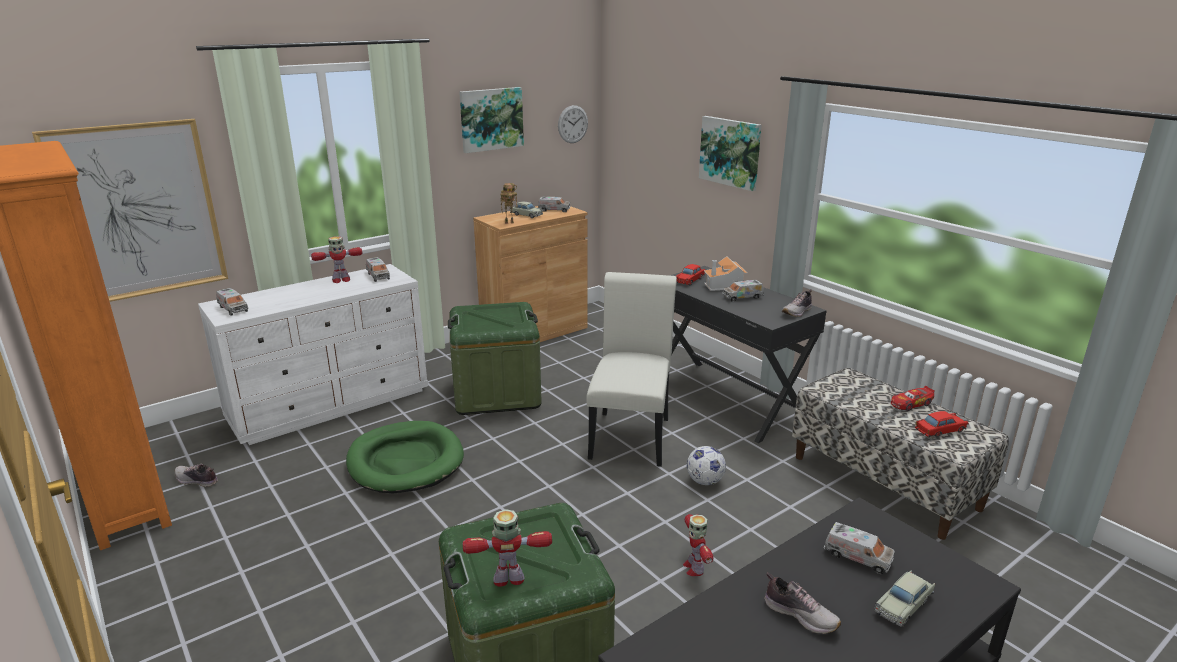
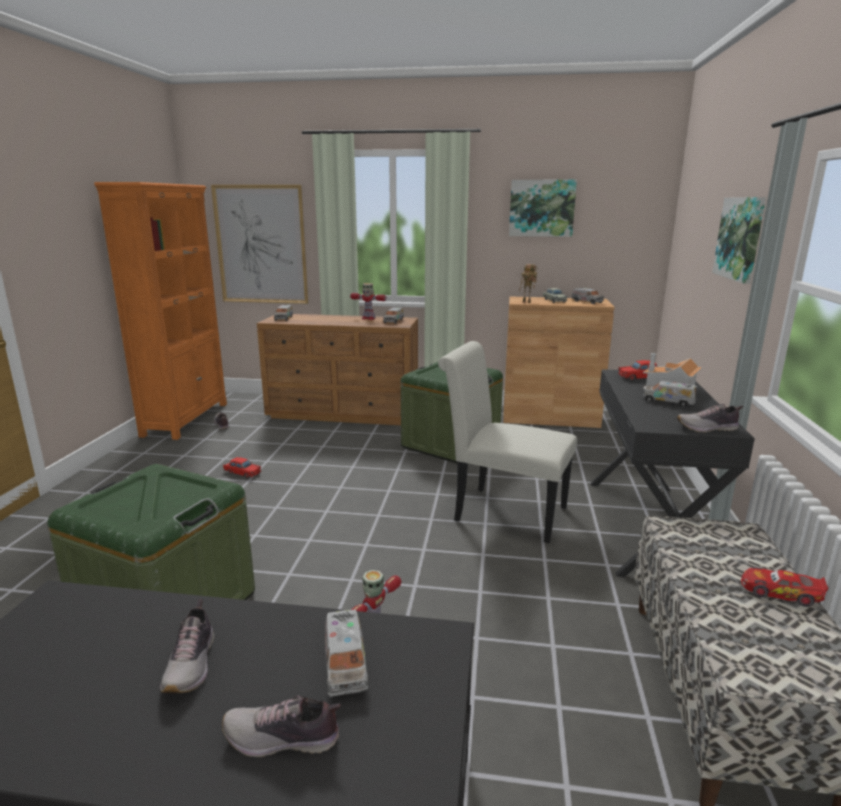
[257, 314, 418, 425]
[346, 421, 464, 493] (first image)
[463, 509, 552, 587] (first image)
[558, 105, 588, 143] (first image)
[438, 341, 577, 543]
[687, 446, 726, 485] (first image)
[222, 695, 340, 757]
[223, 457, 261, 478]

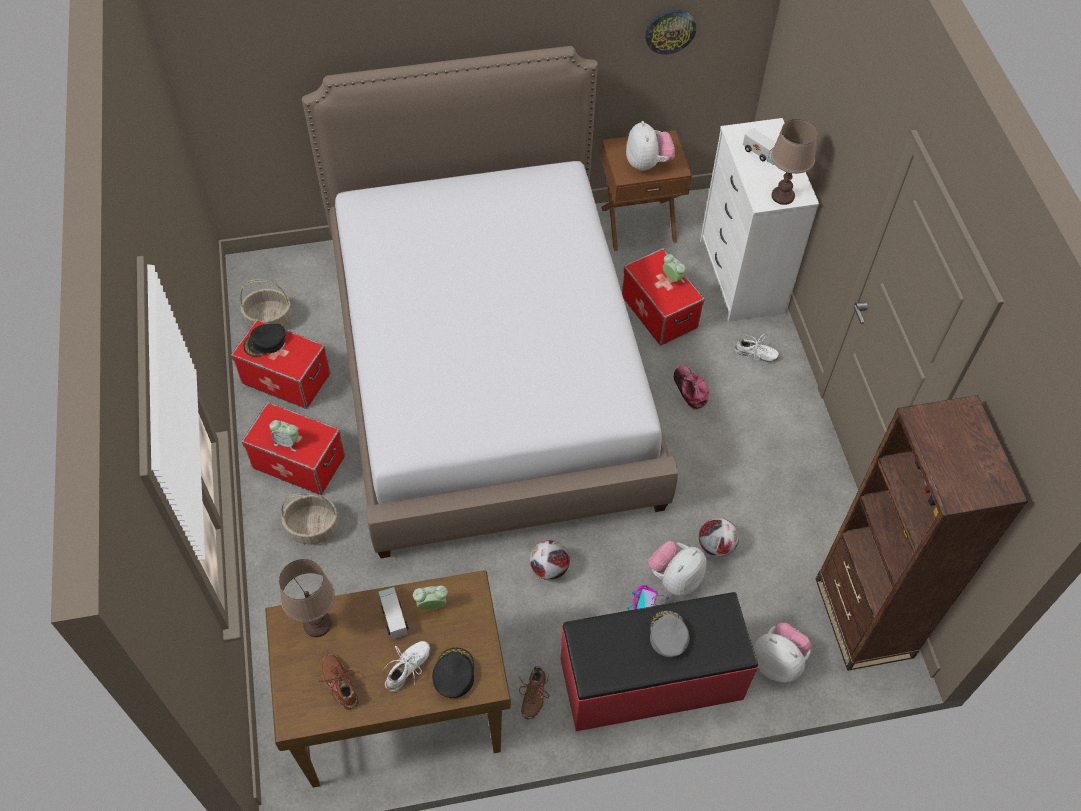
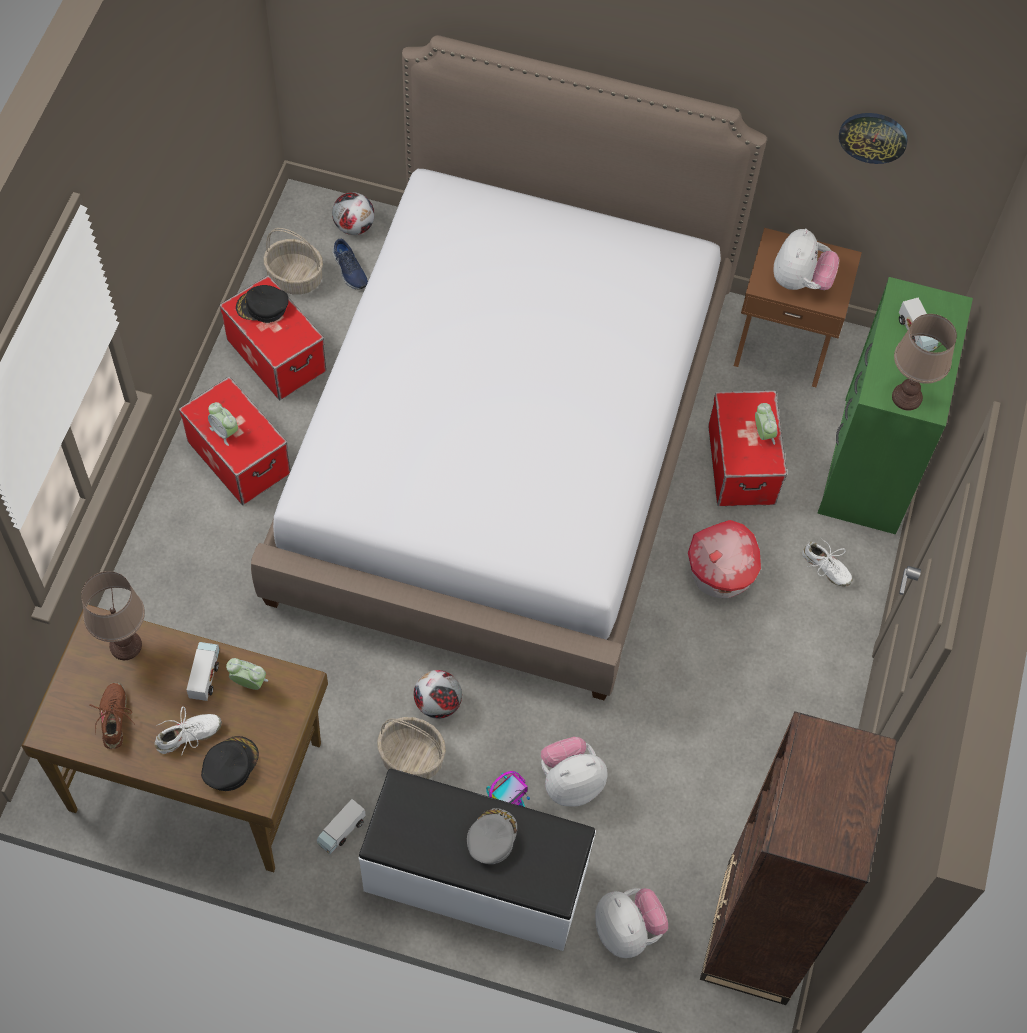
[377, 717, 446, 779]
[317, 799, 366, 855]
[359, 769, 596, 951]
[688, 520, 761, 598]
[332, 192, 375, 235]
[818, 277, 973, 534]
[332, 239, 368, 290]

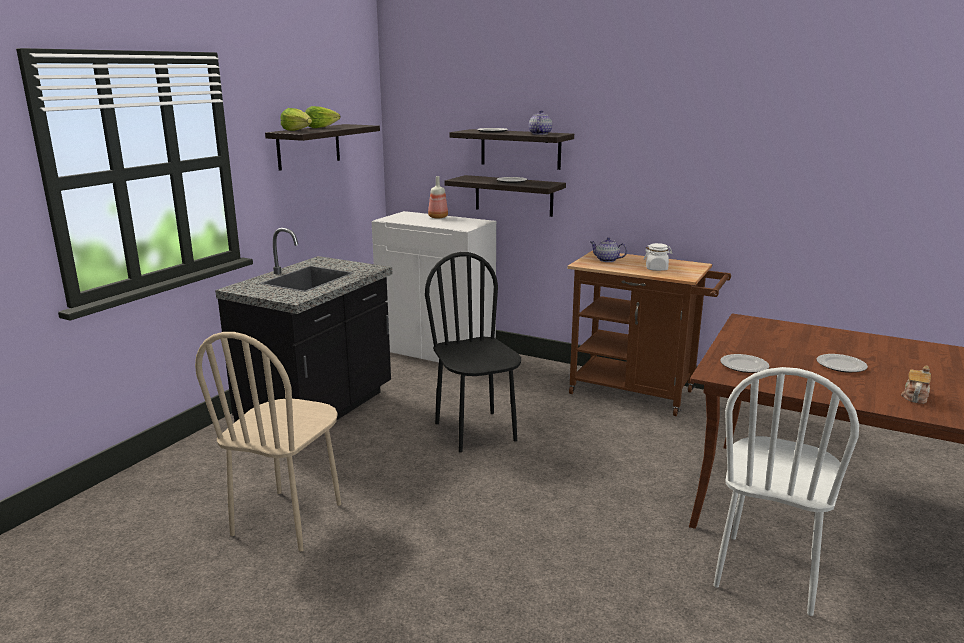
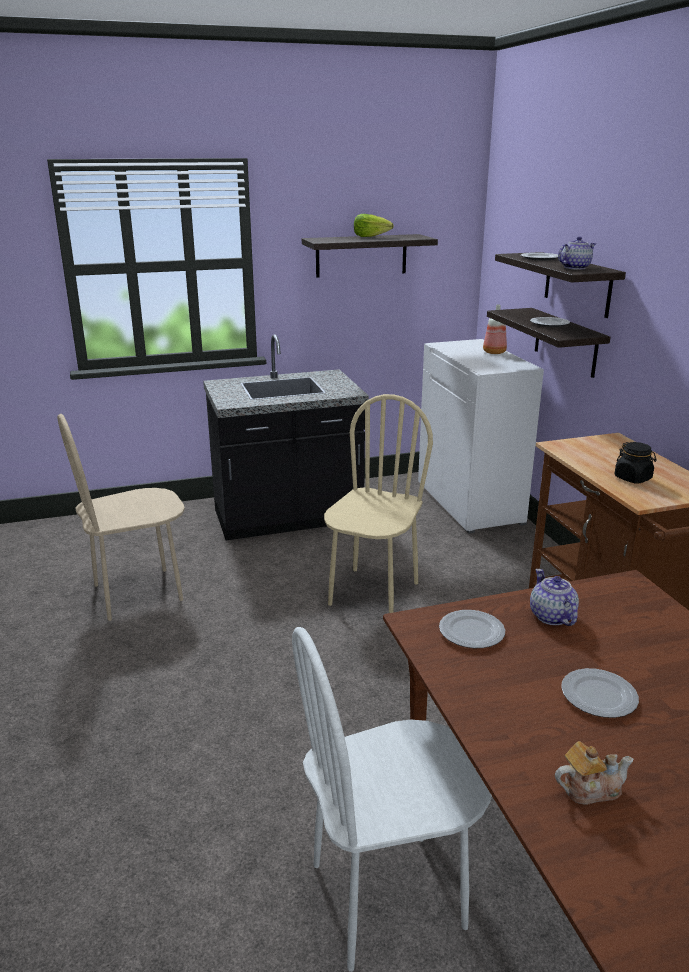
[281, 108, 312, 131] (first image)
[324, 394, 433, 613]
[530, 569, 579, 626]
[614, 442, 657, 484]

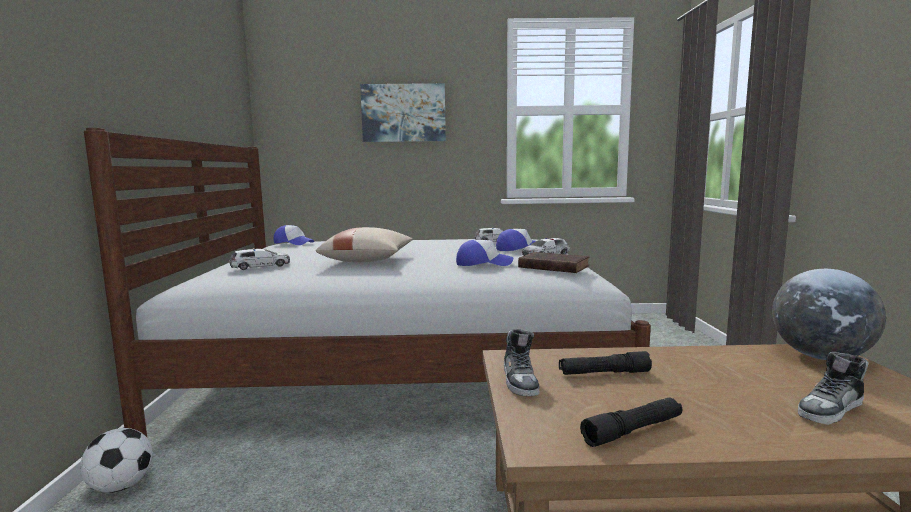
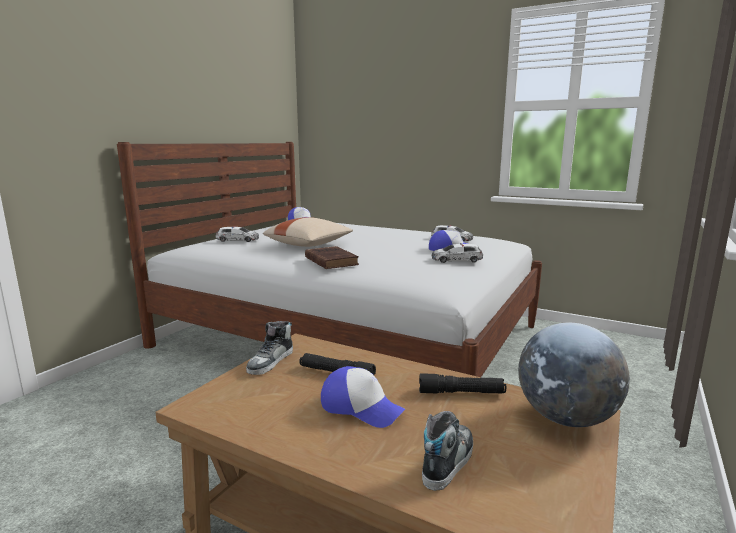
[80, 428, 153, 493] (first image)
[360, 83, 446, 142] (first image)
[321, 366, 405, 428]
[305, 246, 359, 269]
[419, 373, 506, 394]
[422, 411, 473, 491]

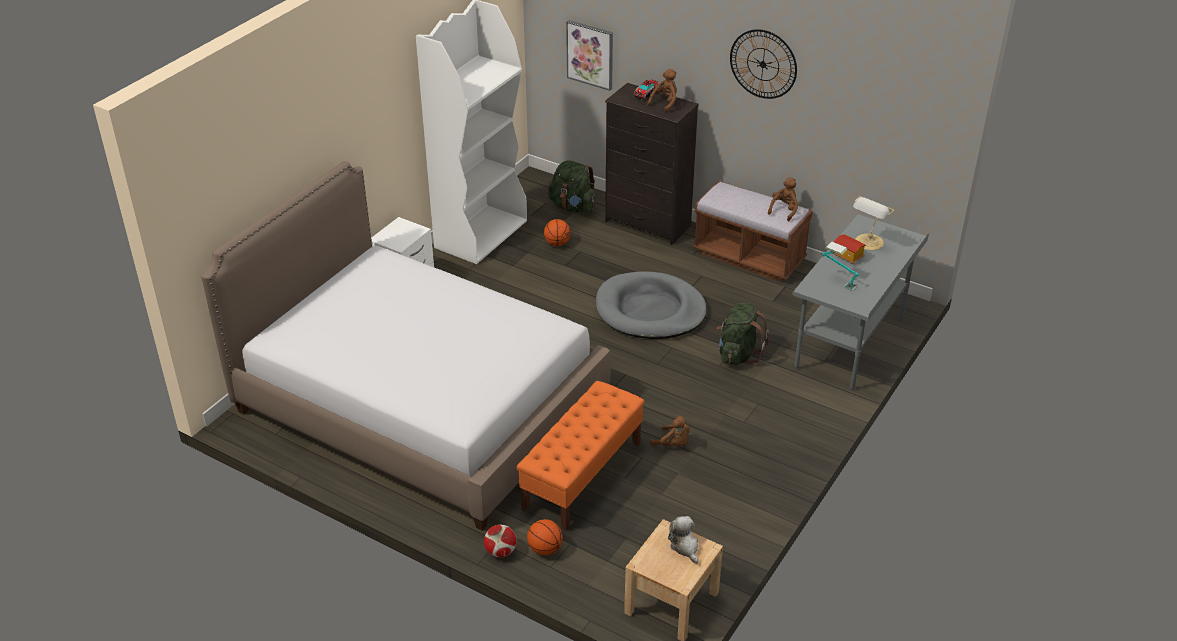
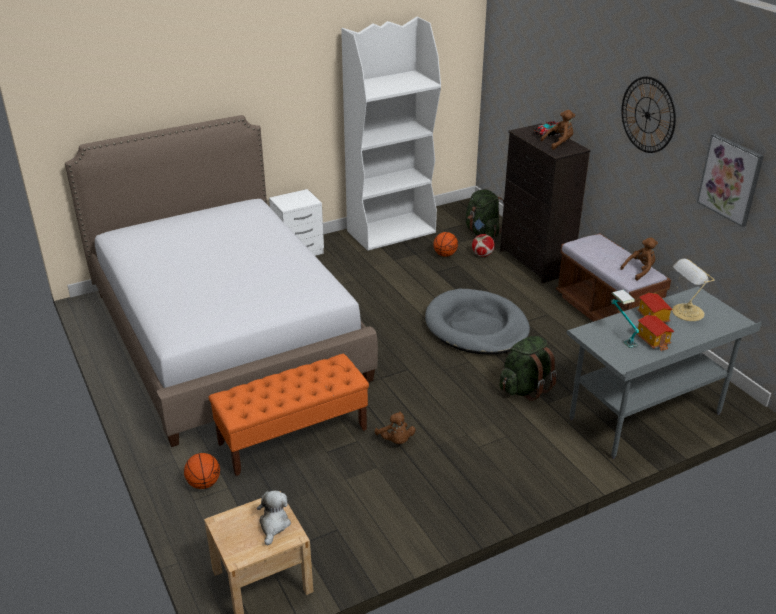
[472, 234, 495, 257]
[697, 134, 764, 227]
[637, 315, 674, 351]

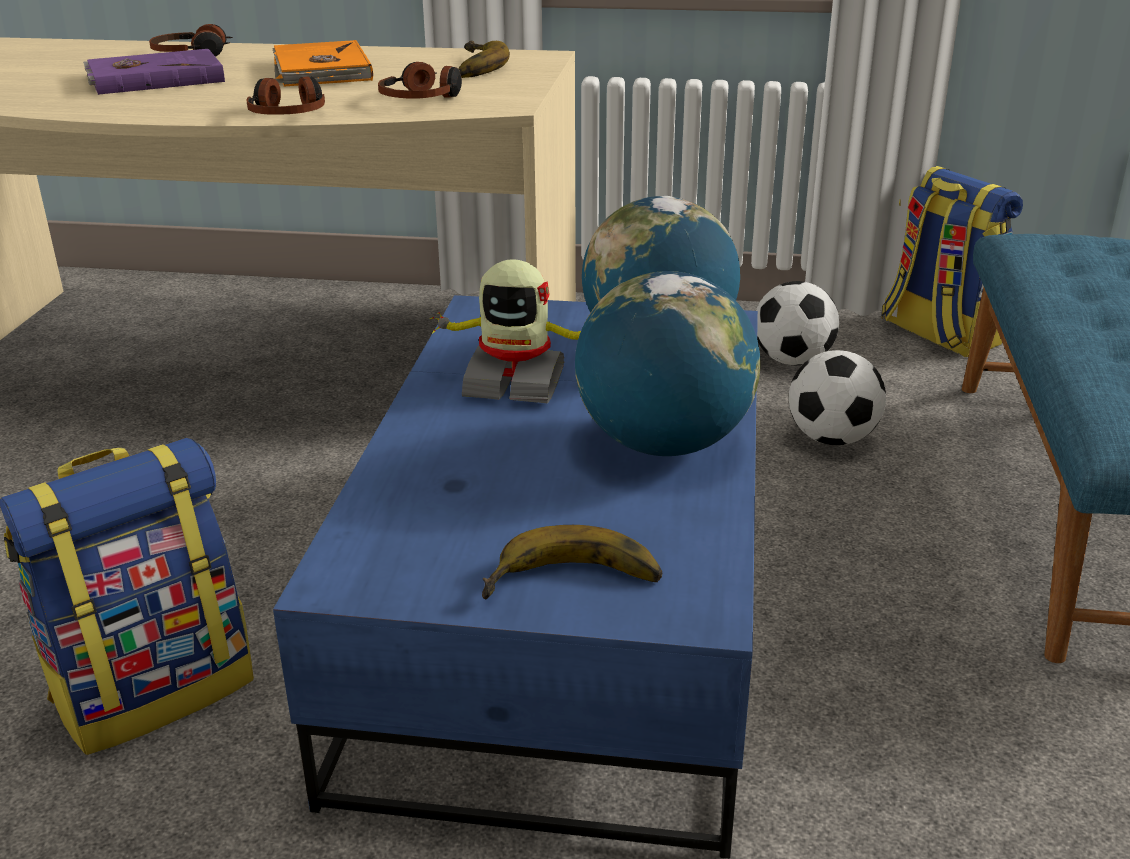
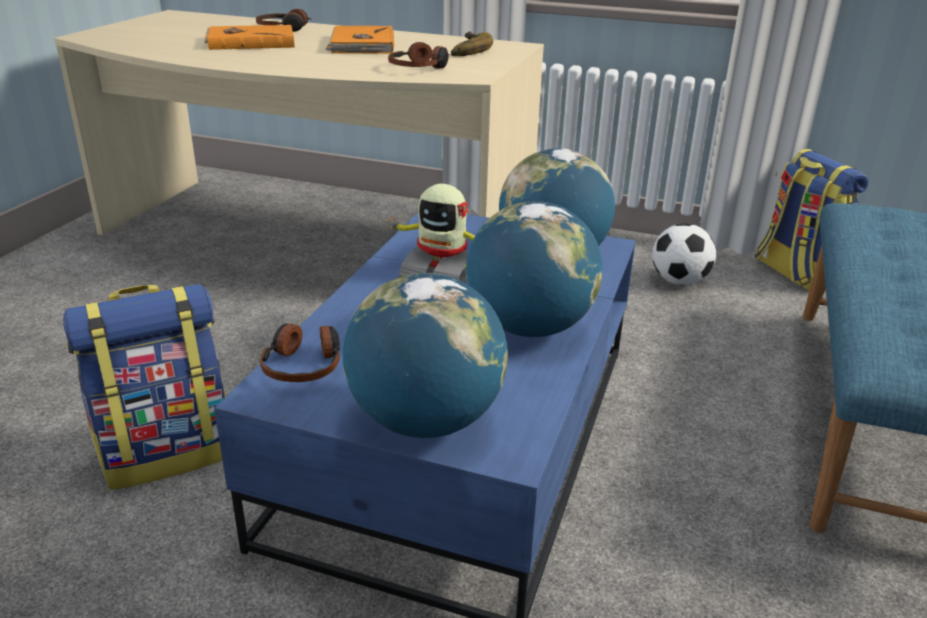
[204, 25, 295, 50]
[260, 324, 340, 382]
[343, 273, 508, 438]
[789, 350, 886, 445] (first image)

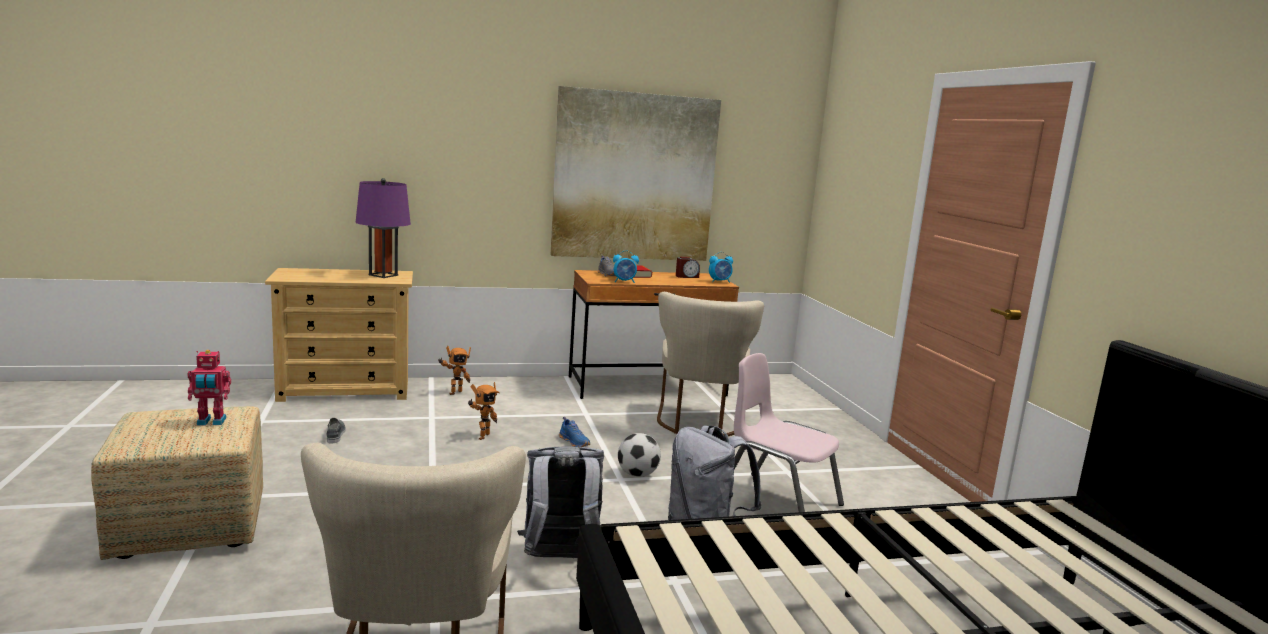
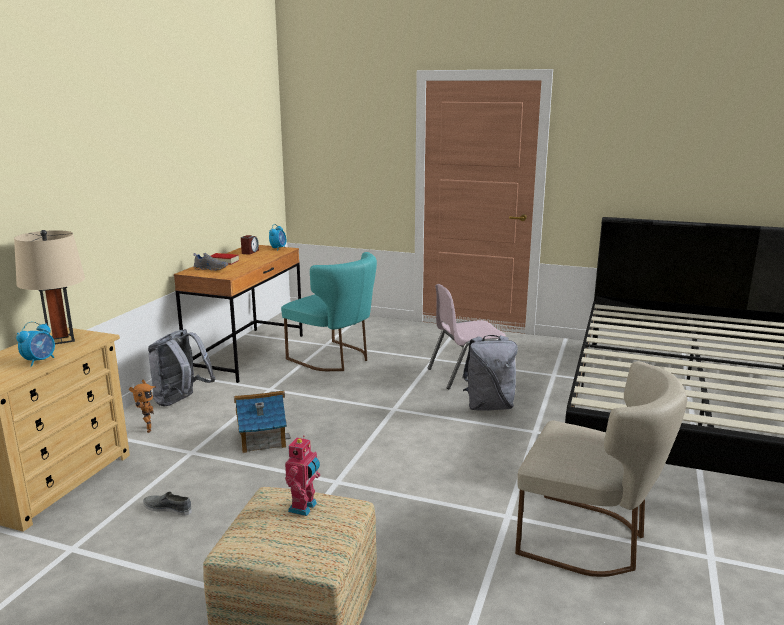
[14, 230, 85, 345]
[234, 390, 291, 453]
[148, 329, 216, 407]
[551, 86, 721, 261] (first image)
[559, 417, 590, 447] (first image)
[16, 322, 55, 367]
[618, 433, 661, 477] (first image)
[281, 252, 377, 371]

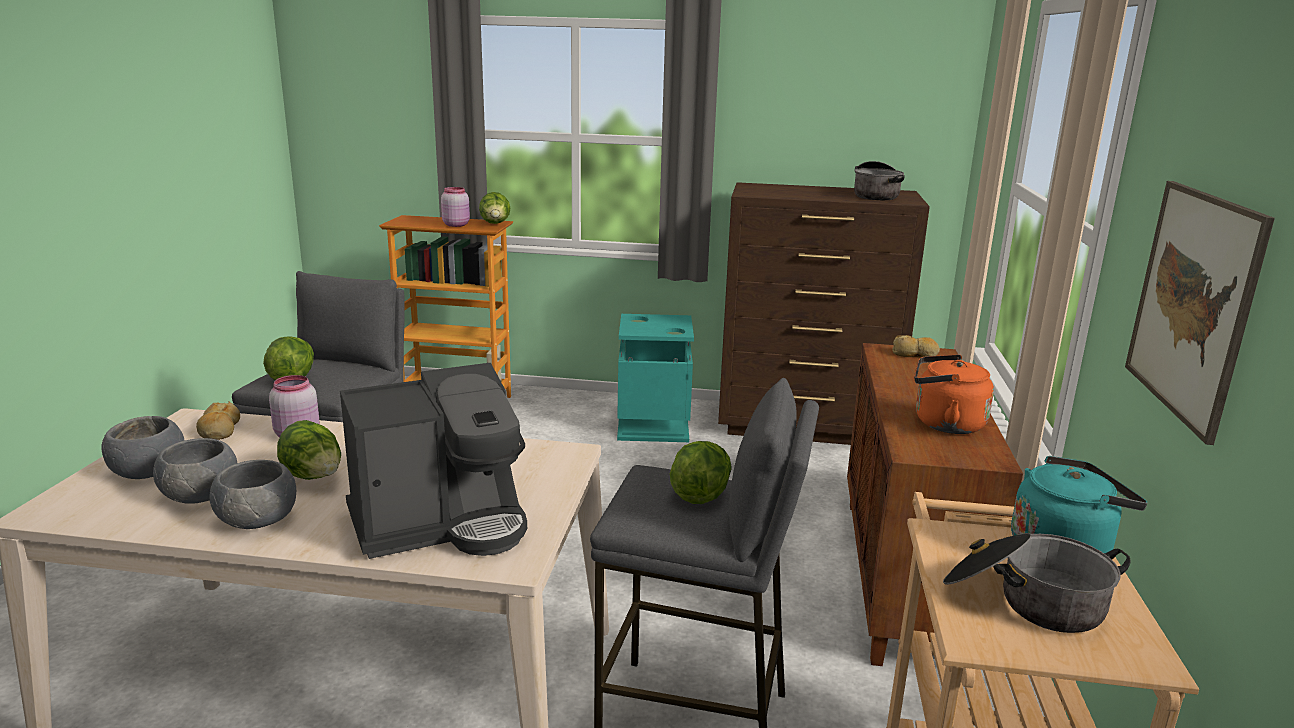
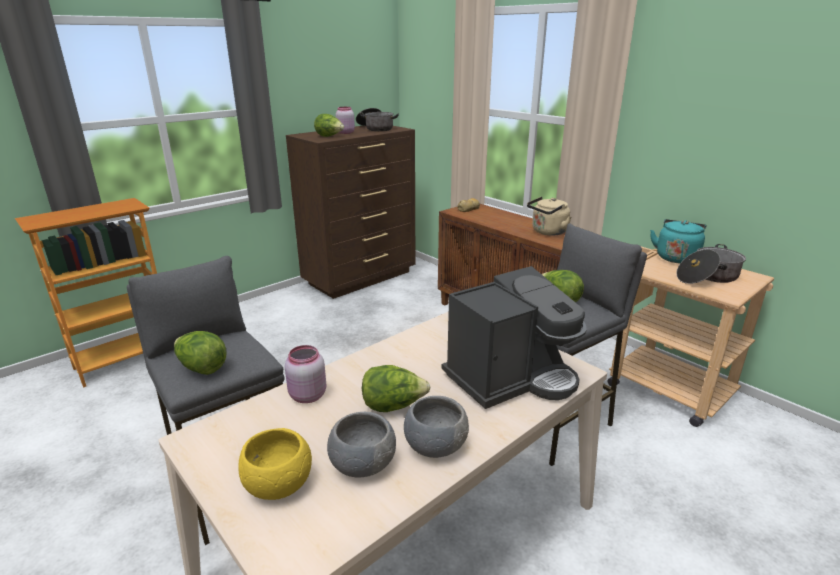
[238, 428, 312, 500]
[196, 401, 240, 440] (first image)
[442, 266, 586, 409]
[336, 107, 355, 134]
[314, 114, 344, 137]
[617, 314, 694, 442] (first image)
[527, 197, 571, 236]
[1125, 181, 1275, 445] (first image)

